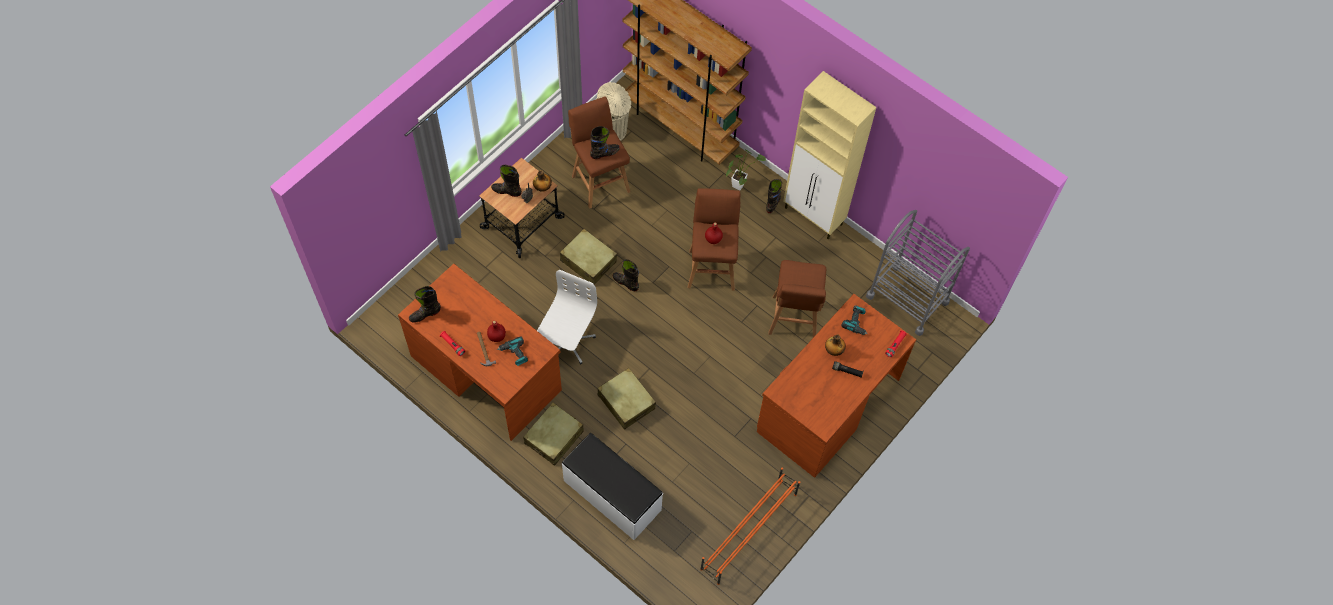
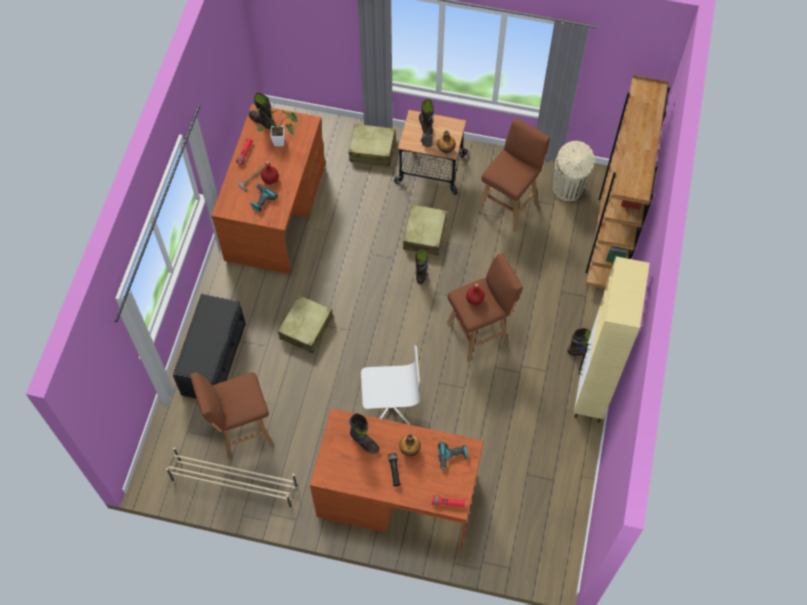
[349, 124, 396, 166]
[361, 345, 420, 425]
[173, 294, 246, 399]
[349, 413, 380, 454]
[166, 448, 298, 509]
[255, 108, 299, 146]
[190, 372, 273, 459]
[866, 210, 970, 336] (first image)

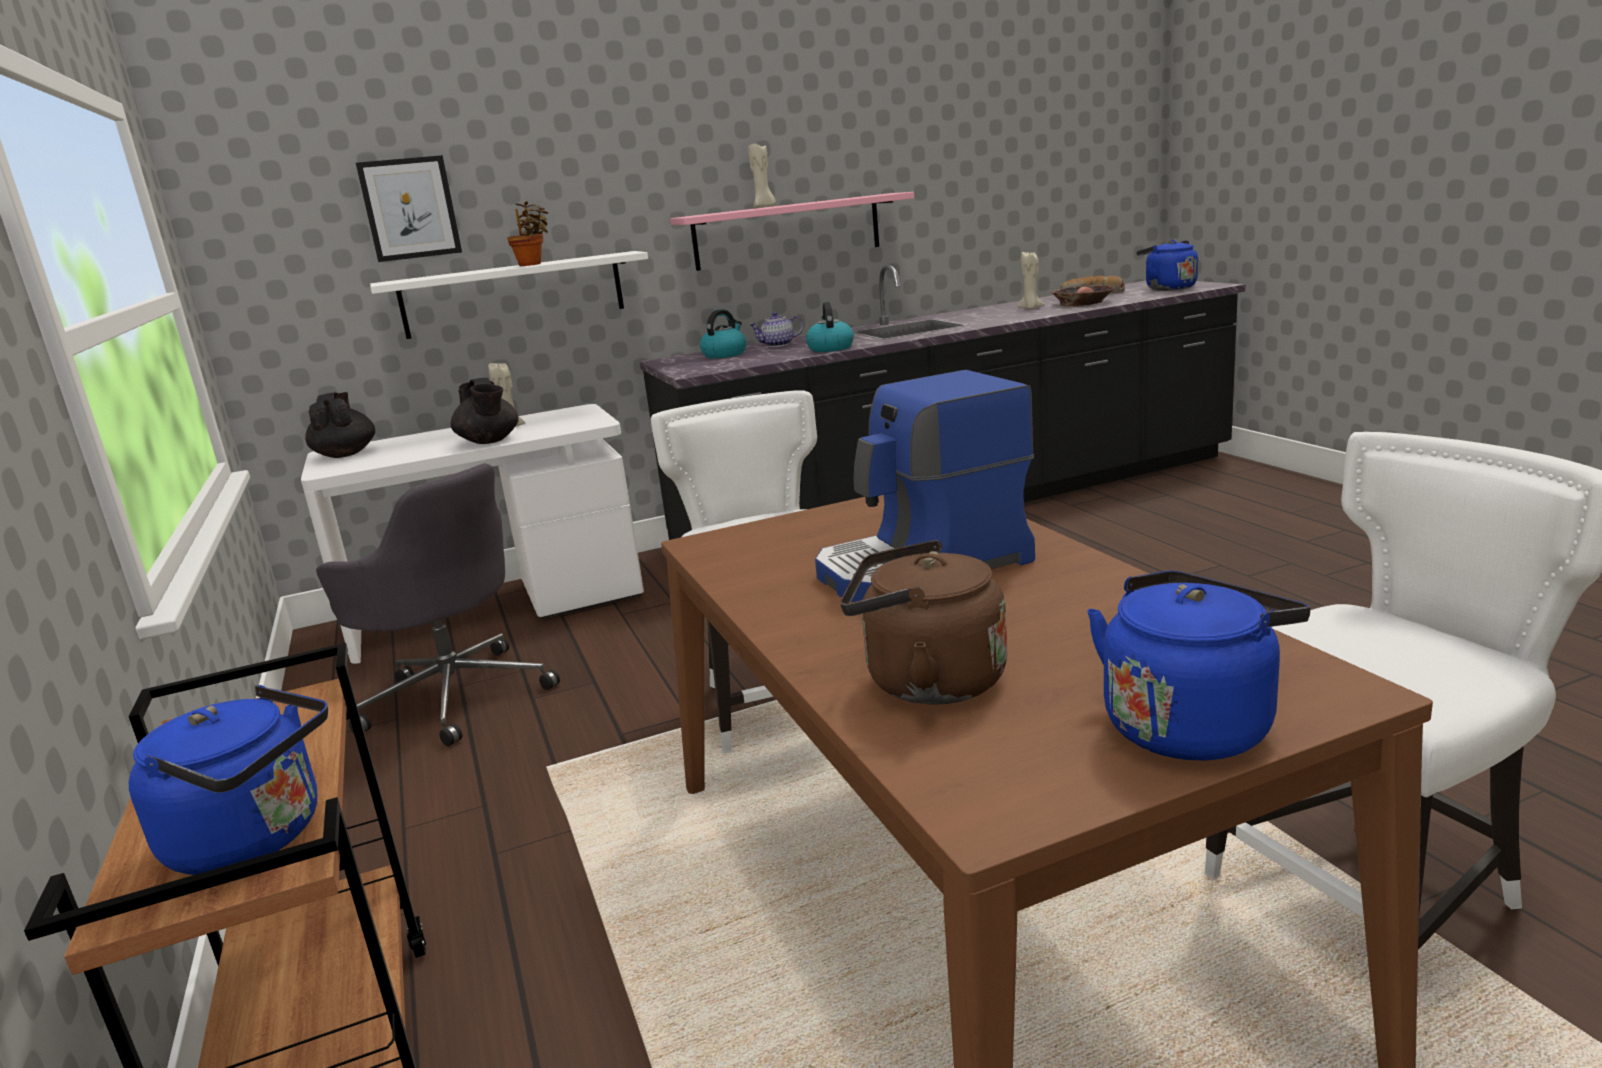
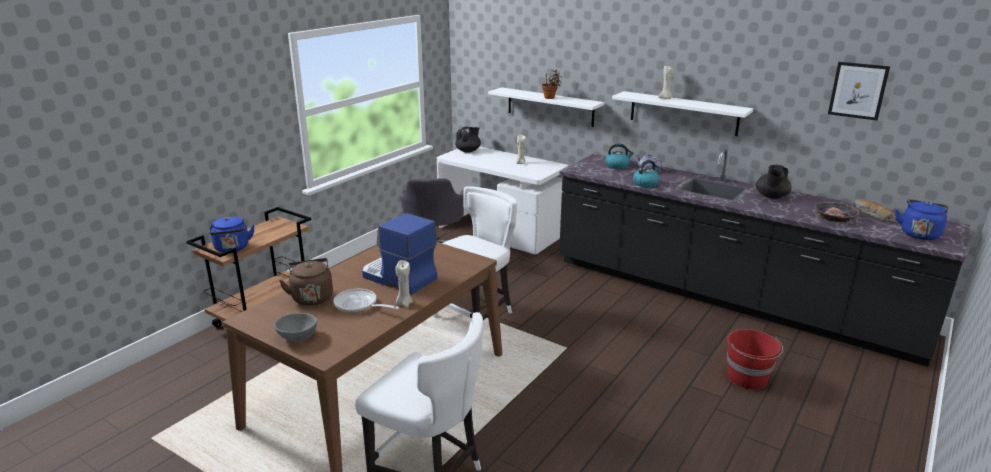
[828, 62, 890, 121]
[756, 165, 792, 199]
[612, 91, 753, 136]
[396, 260, 413, 307]
[274, 313, 317, 341]
[333, 289, 399, 313]
[727, 329, 783, 390]

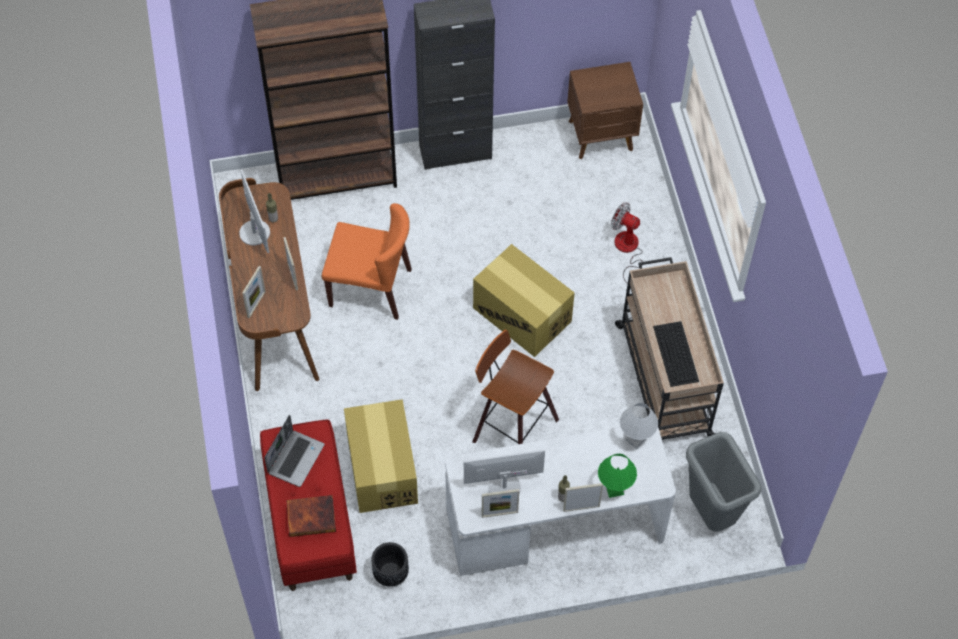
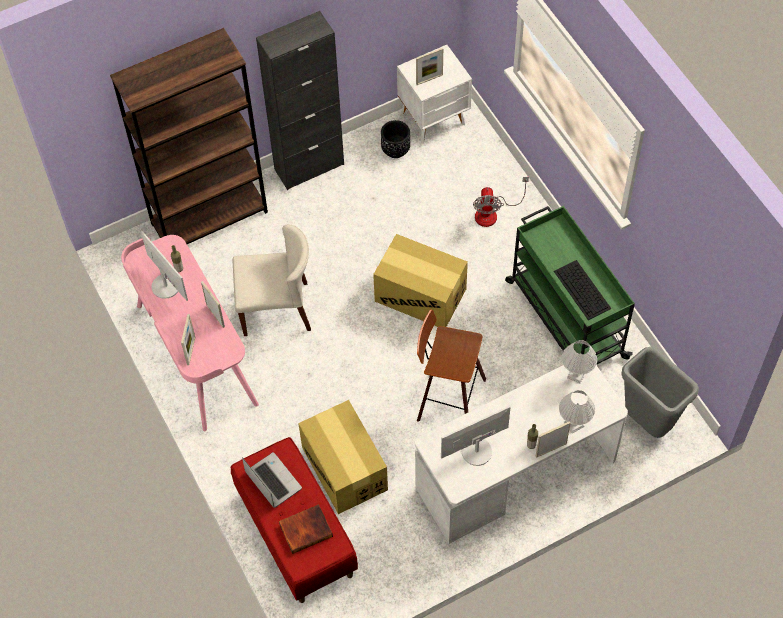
[121, 235, 259, 431]
[242, 452, 302, 508]
[233, 224, 311, 336]
[381, 120, 410, 158]
[416, 48, 443, 85]
[397, 45, 472, 144]
[559, 390, 595, 433]
[473, 177, 529, 227]
[505, 206, 635, 365]

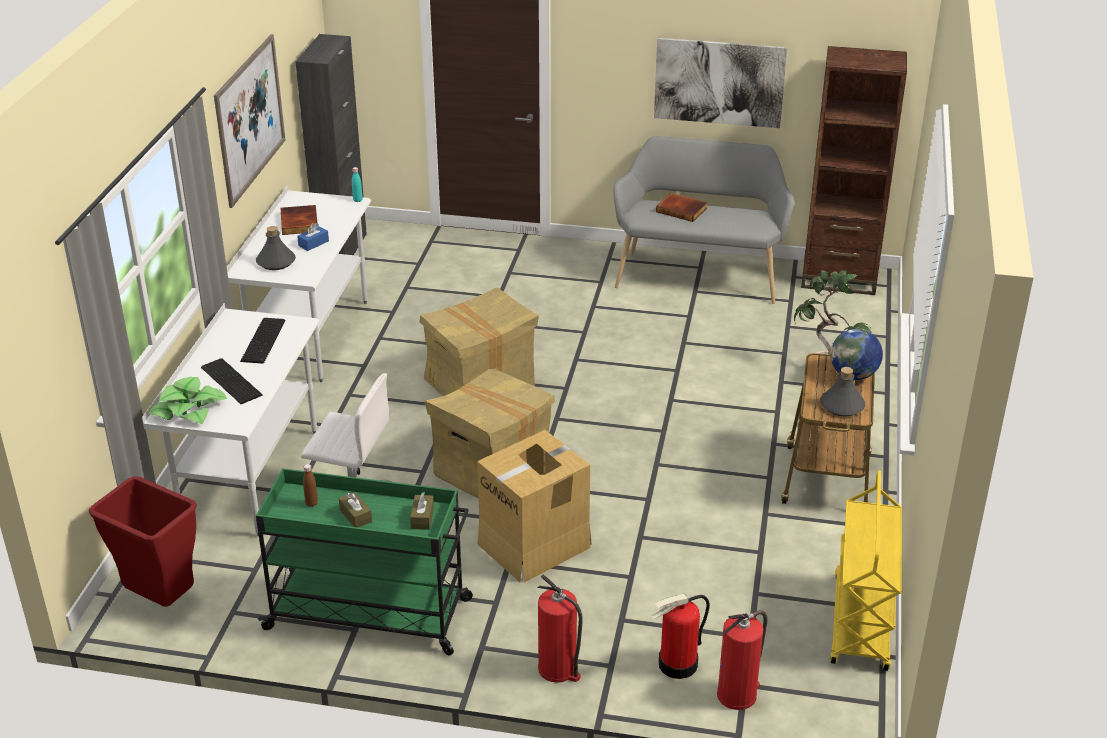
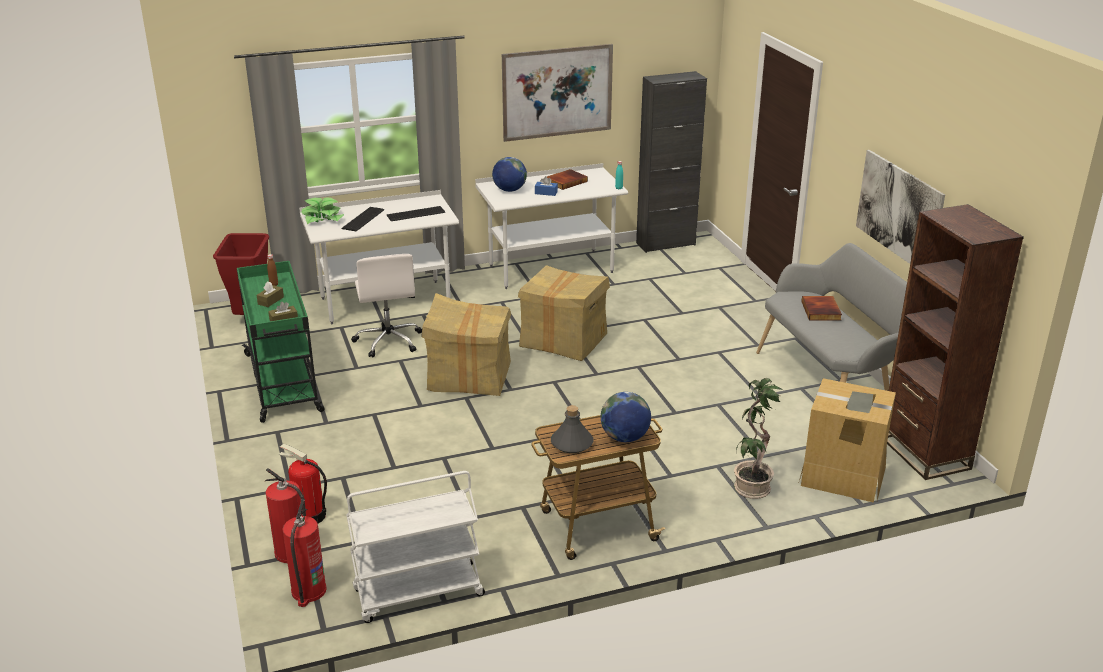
[492, 157, 527, 192]
[799, 378, 896, 503]
[282, 499, 327, 607]
[346, 471, 485, 623]

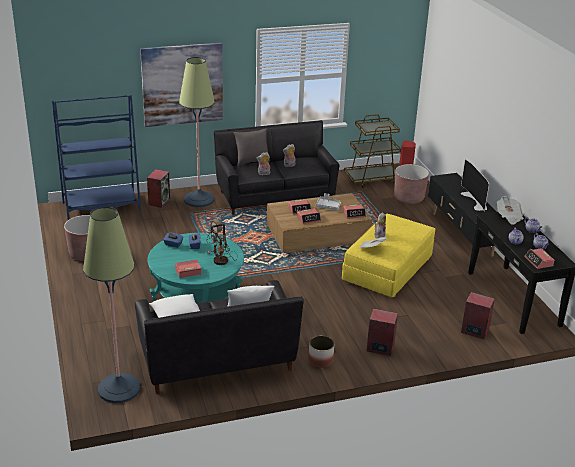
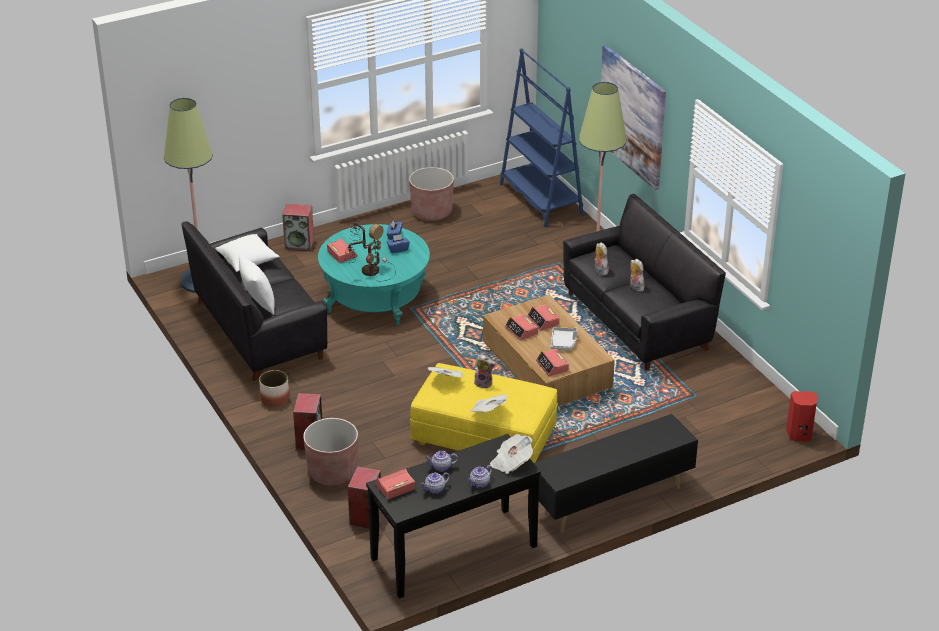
[282, 204, 314, 251]
[233, 129, 270, 166] (first image)
[344, 114, 401, 188] (first image)
[303, 418, 358, 485]
[460, 159, 489, 212] (first image)
[470, 395, 508, 412]

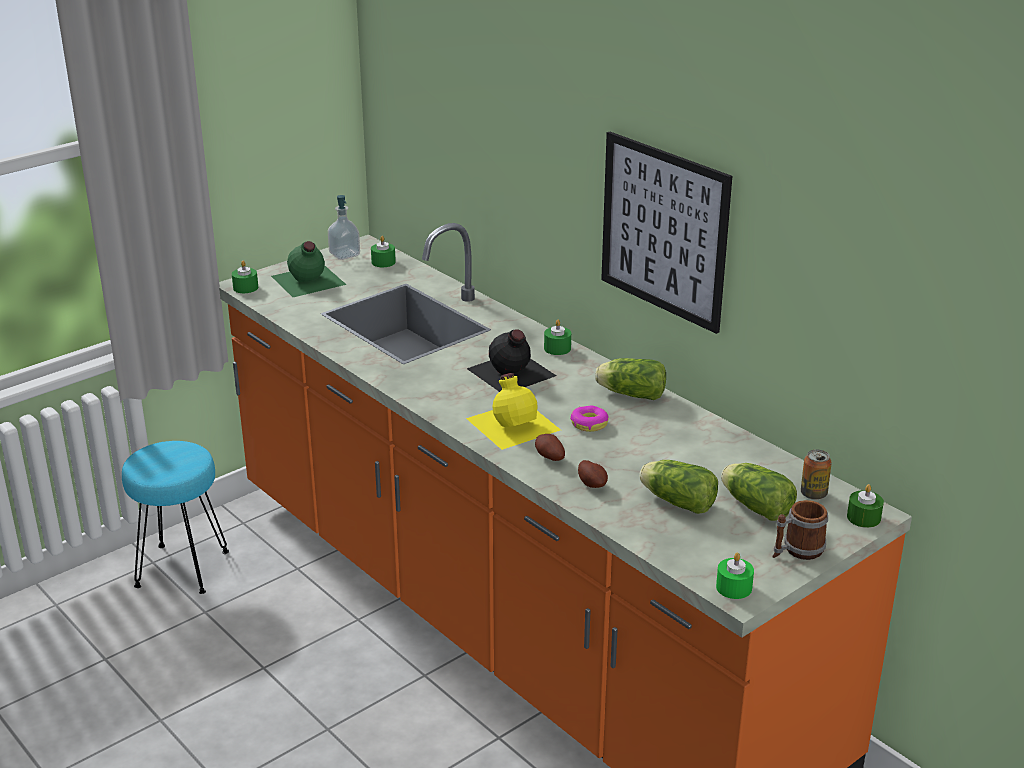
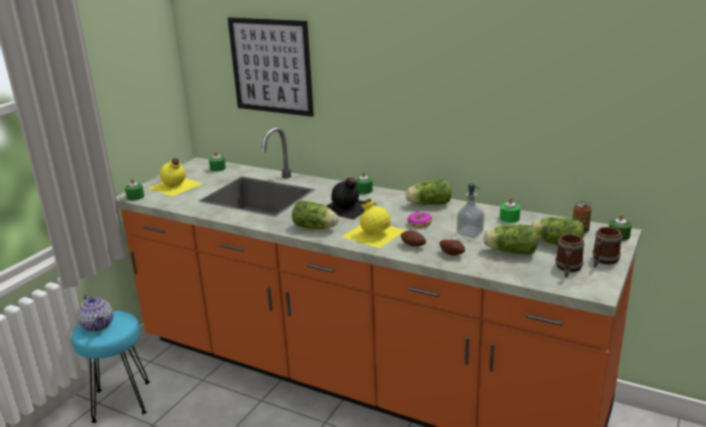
[149, 158, 203, 196]
[457, 183, 484, 238]
[228, 17, 314, 117]
[500, 197, 520, 223]
[77, 294, 113, 332]
[292, 201, 339, 229]
[555, 234, 585, 278]

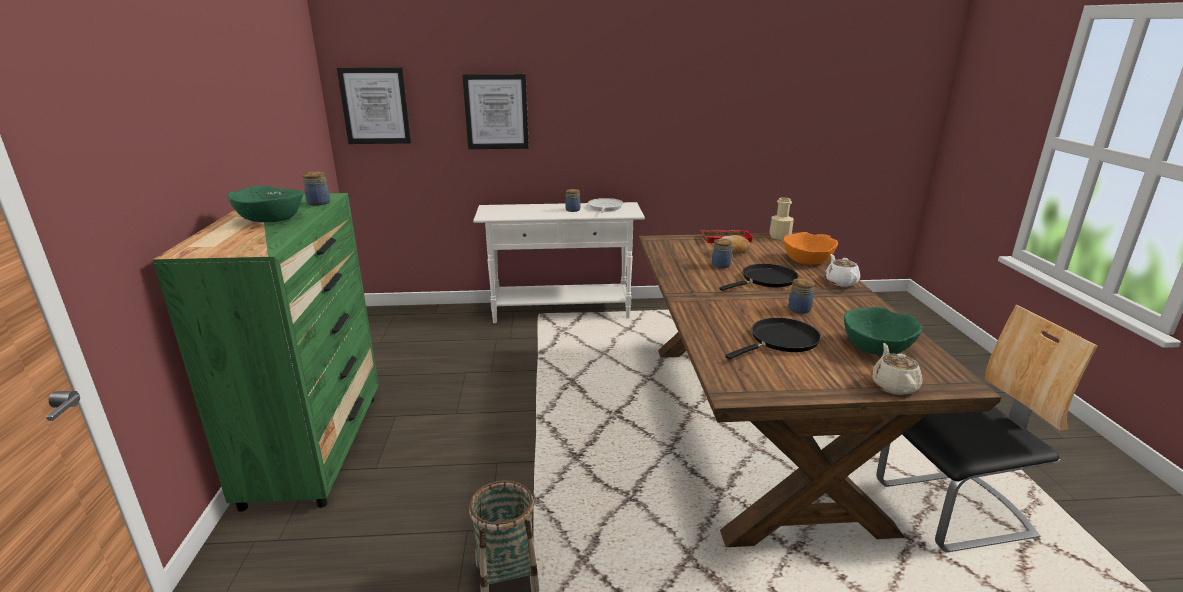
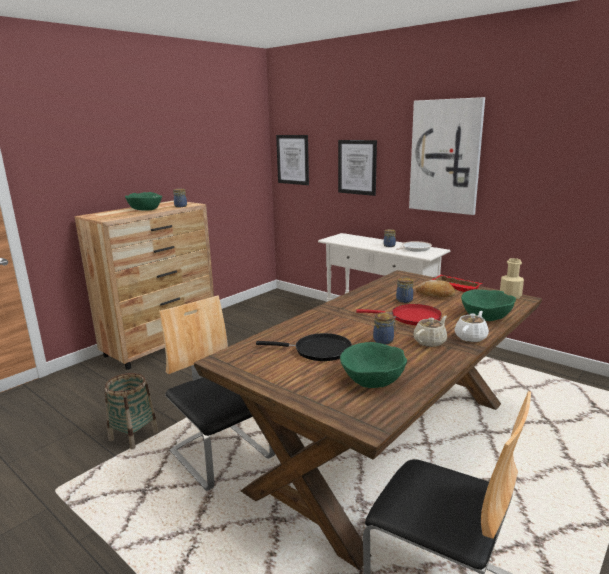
[74, 201, 214, 370]
[356, 304, 442, 325]
[461, 289, 516, 321]
[413, 316, 447, 347]
[159, 295, 275, 491]
[409, 97, 485, 215]

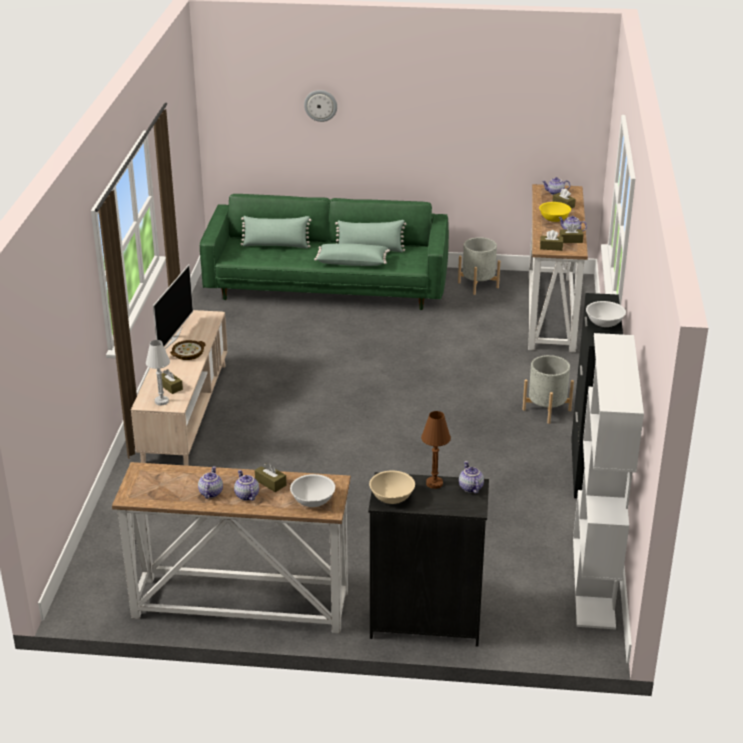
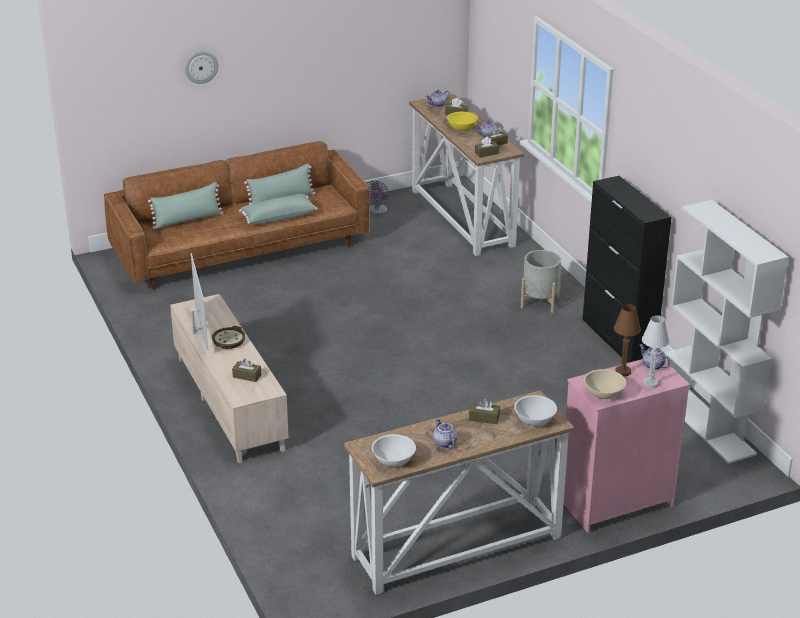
[642, 315, 669, 388]
[104, 141, 370, 290]
[234, 470, 259, 501] (first image)
[564, 359, 690, 533]
[367, 181, 389, 215]
[372, 434, 416, 467]

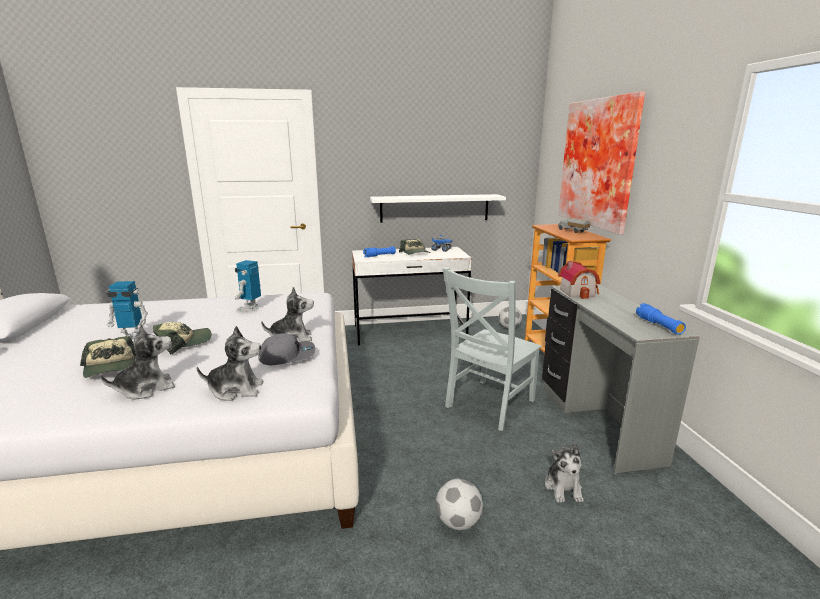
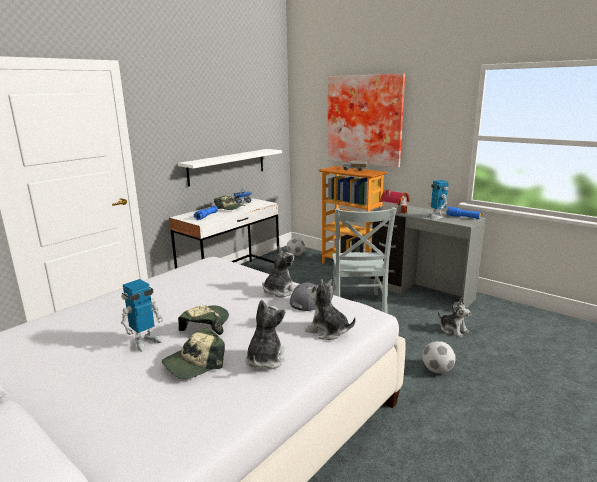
[162, 328, 225, 379]
[305, 279, 356, 340]
[426, 180, 449, 220]

